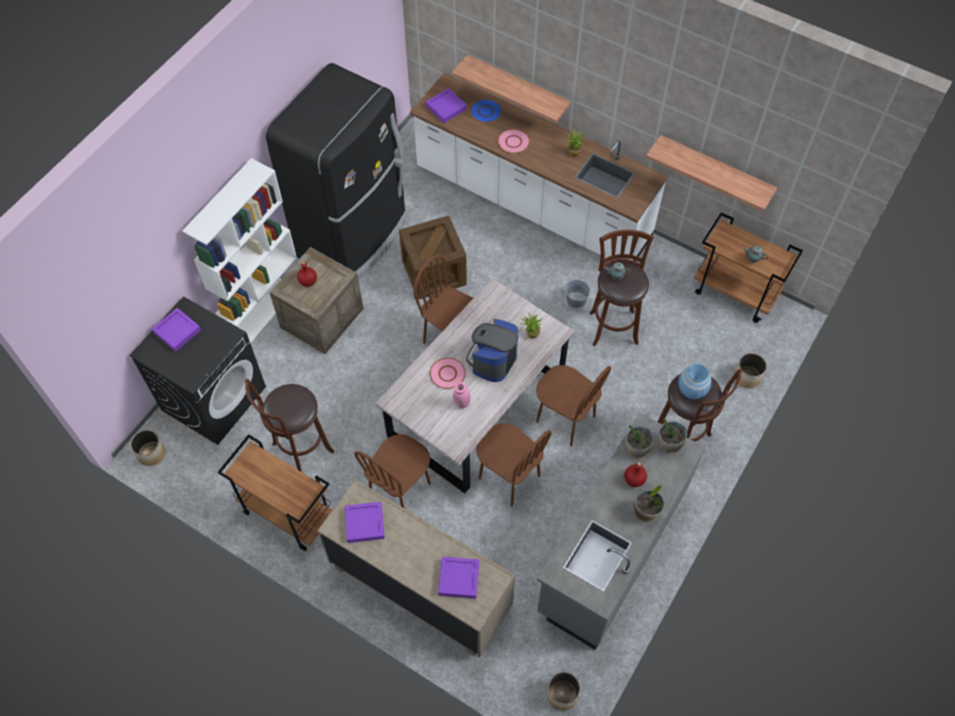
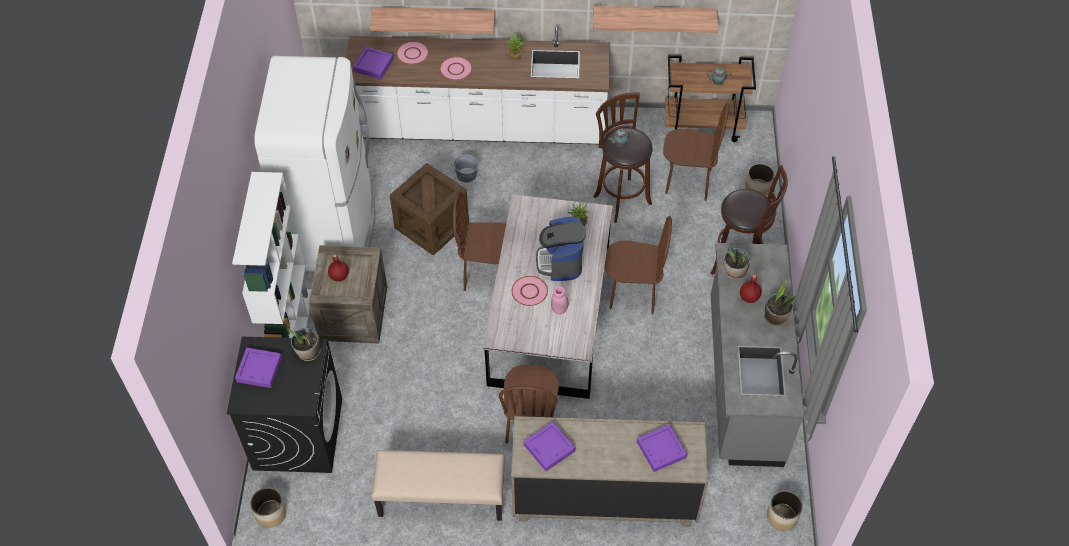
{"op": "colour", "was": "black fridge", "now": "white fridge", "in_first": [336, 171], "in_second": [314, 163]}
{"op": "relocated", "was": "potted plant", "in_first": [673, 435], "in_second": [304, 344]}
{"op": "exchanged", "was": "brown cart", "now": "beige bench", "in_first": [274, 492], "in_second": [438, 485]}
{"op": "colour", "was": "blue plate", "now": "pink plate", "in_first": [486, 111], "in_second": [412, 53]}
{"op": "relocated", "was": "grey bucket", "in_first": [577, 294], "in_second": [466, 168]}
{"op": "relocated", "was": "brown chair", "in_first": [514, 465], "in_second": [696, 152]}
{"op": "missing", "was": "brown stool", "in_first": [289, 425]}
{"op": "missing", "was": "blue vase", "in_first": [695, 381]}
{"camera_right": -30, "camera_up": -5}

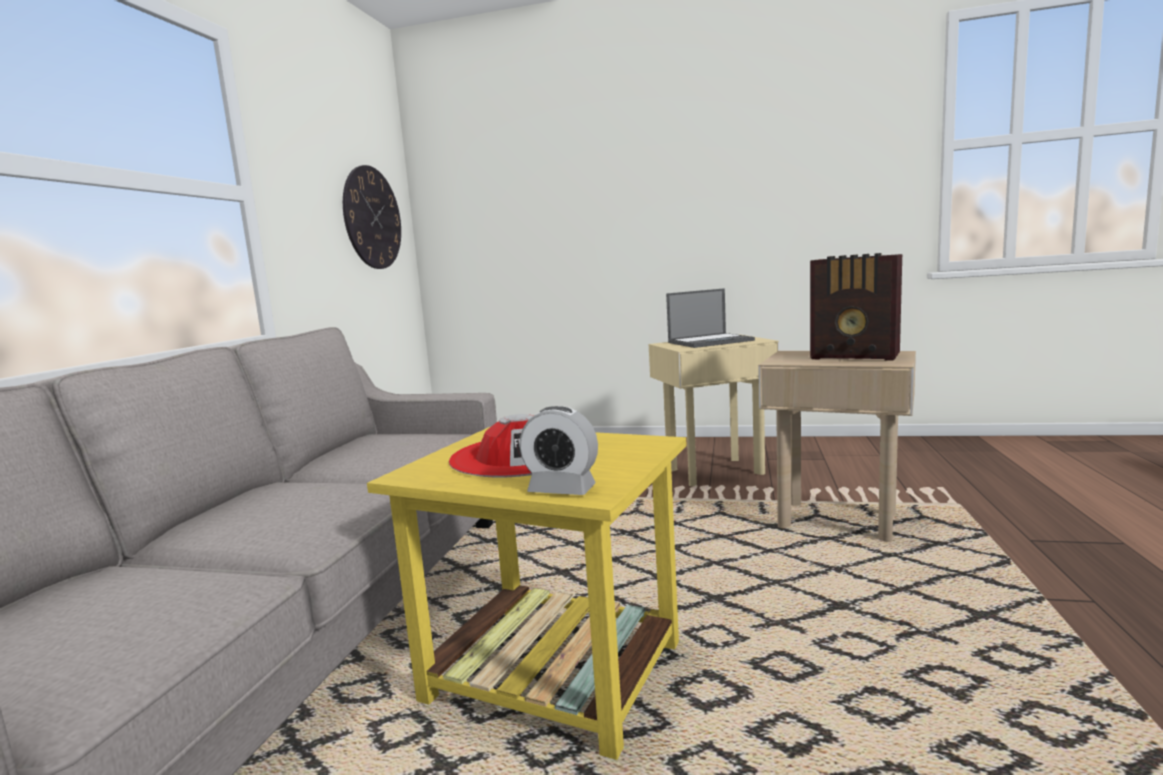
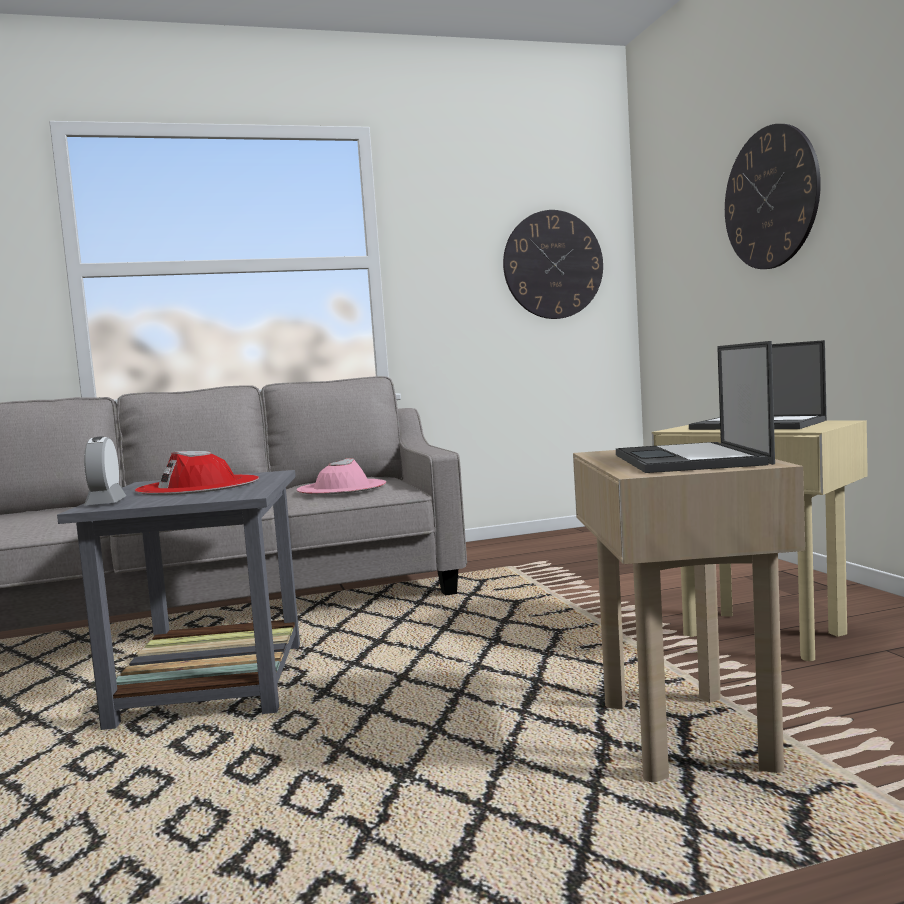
{"op": "colour", "was": "yellow side table", "now": "grey side table", "in_first": [527, 593], "in_second": [178, 600]}
{"op": "appeared", "now": "pink hat", "in_second": [341, 476]}
{"op": "exchanged", "was": "radio", "now": "laptop", "in_first": [856, 307], "in_second": [695, 407]}
{"op": "appeared", "now": "wall clock", "in_second": [773, 196]}
{"camera_right": 60, "camera_up": -5}

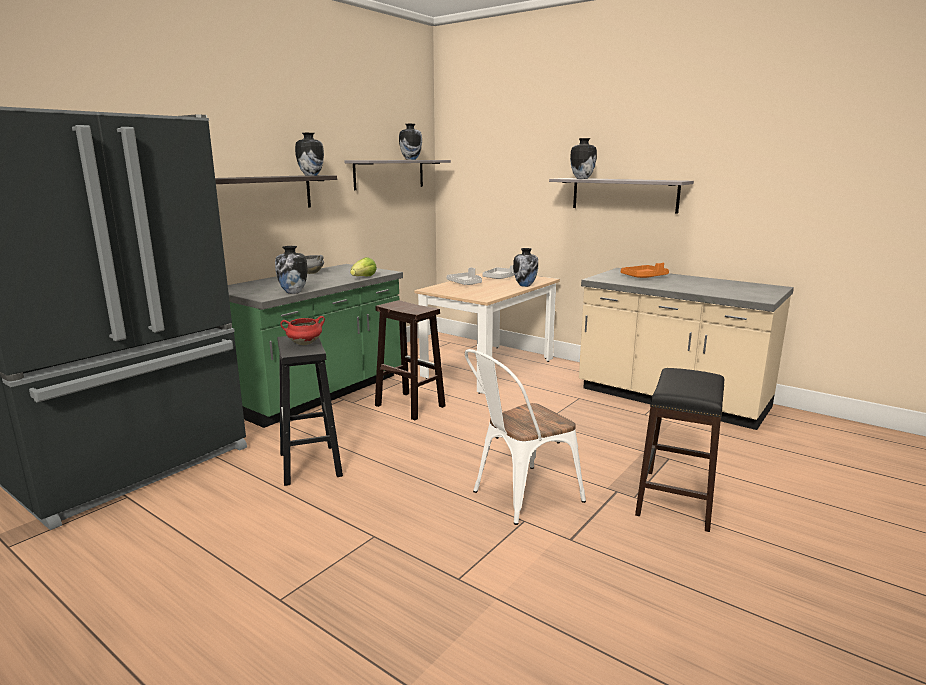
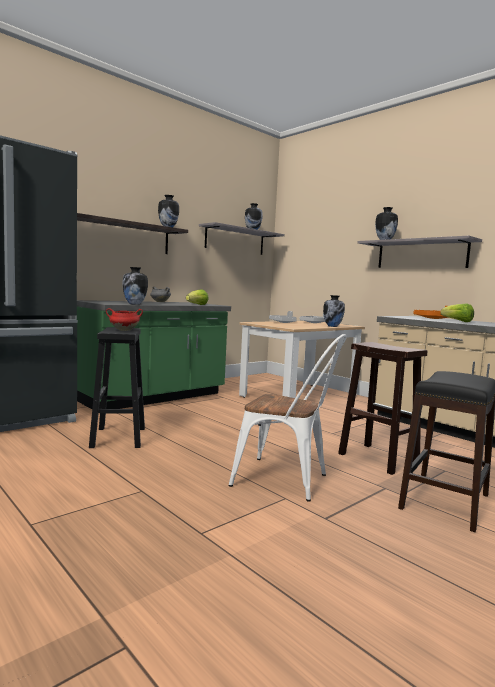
{"op": "spun", "was": "white chair", "in_first": [525, 437], "in_second": [287, 418], "clockwise": -135}
{"op": "relocated", "was": "brown stool", "in_first": [410, 360], "in_second": [382, 408]}
{"op": "appeared", "now": "lettuce", "in_second": [457, 313]}
{"camera_right": 10, "camera_up": -10}

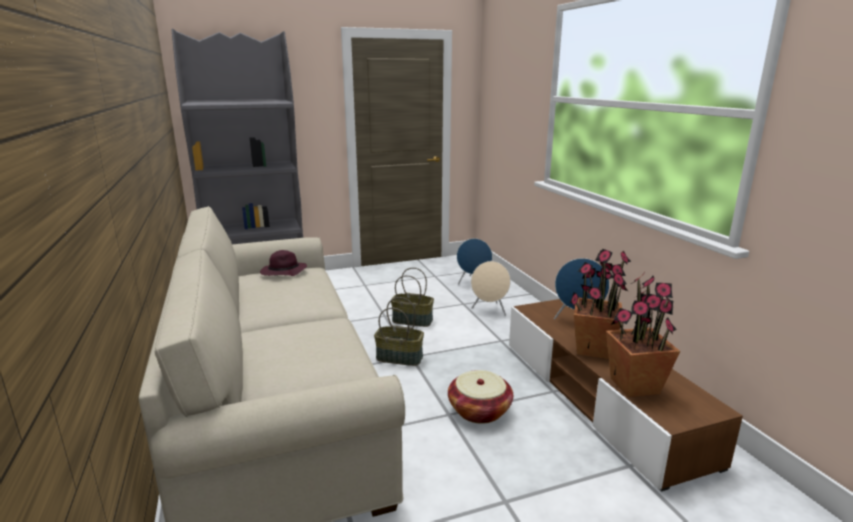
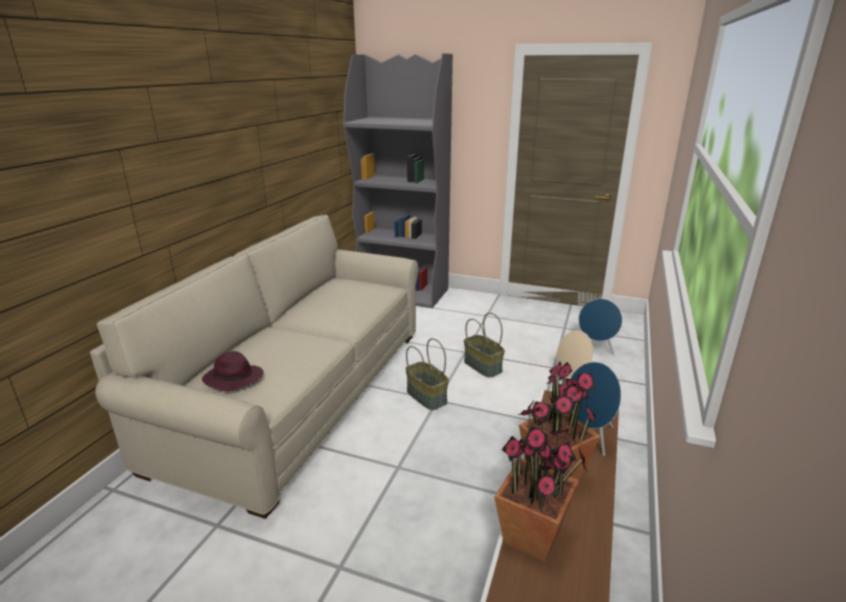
{"op": "relocated", "was": "purple hat", "in_first": [283, 263], "in_second": [233, 371]}
{"op": "missing", "was": "basket", "in_first": [480, 397]}
{"camera_right": 40, "camera_up": 5}

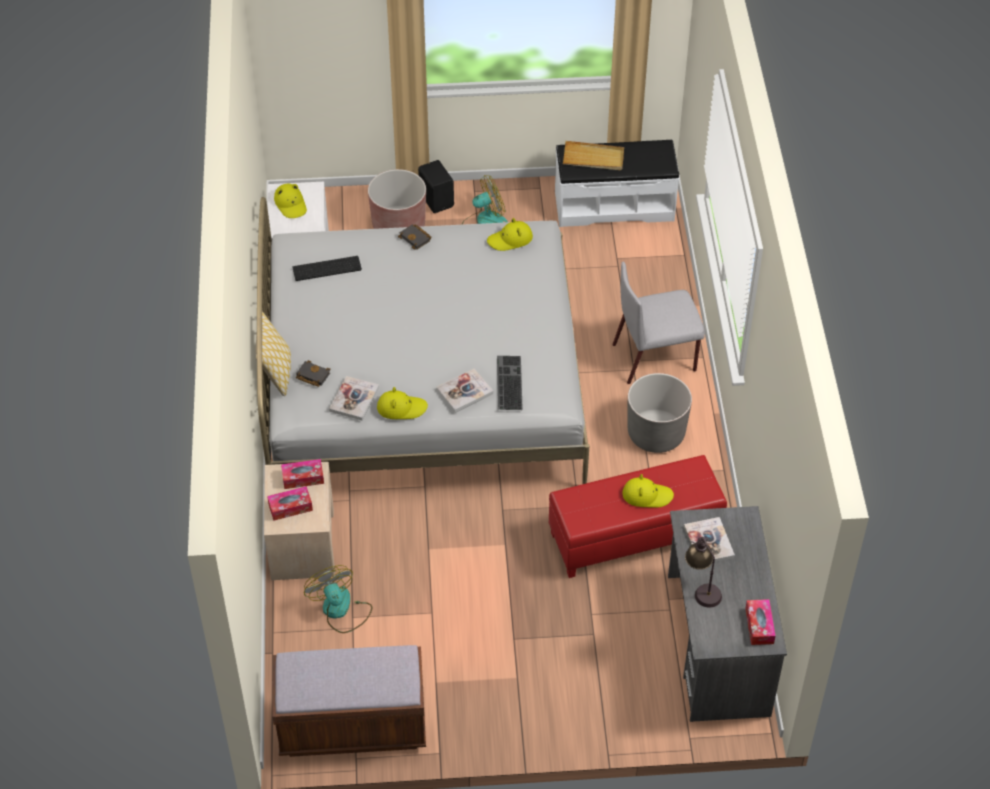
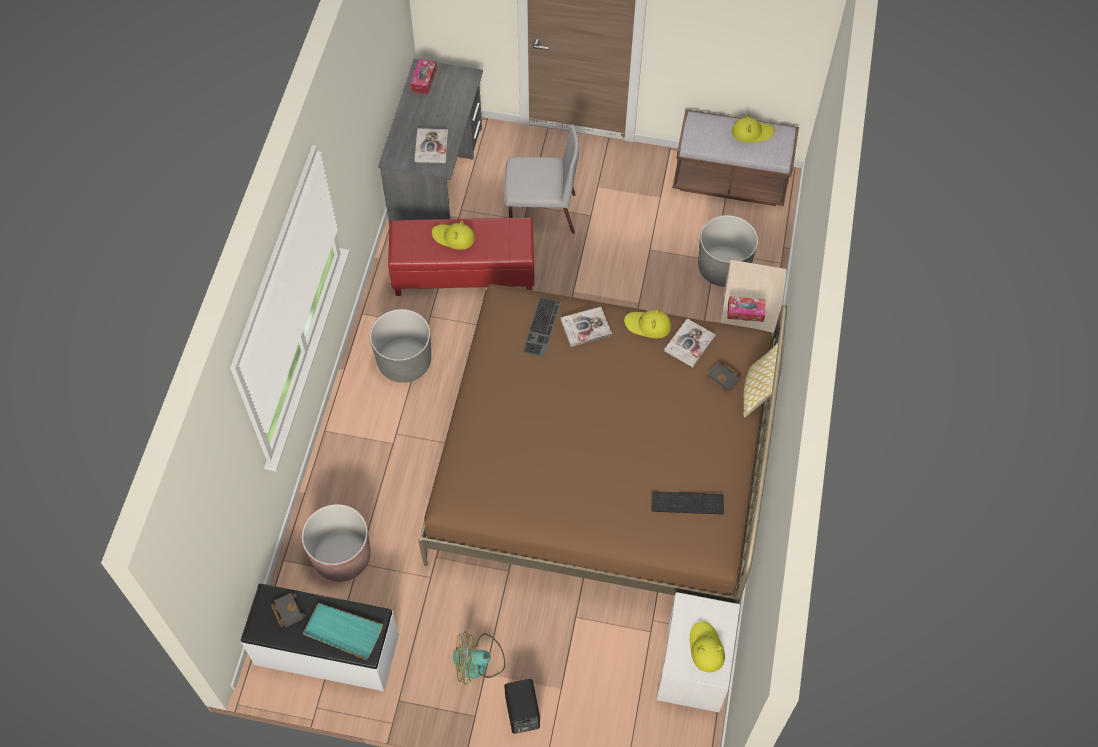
{"op": "relocated", "was": "black book", "in_first": [415, 237], "in_second": [288, 610]}
{"op": "relocated", "was": "brown planter", "in_first": [397, 199], "in_second": [336, 543]}
{"op": "colour", "was": "beige tray", "now": "turquoise tray", "in_first": [593, 155], "in_second": [343, 631]}
{"op": "colour", "was": "white bed", "now": "brown bed", "in_first": [423, 340], "in_second": [602, 444]}
{"op": "relocated", "was": "grey chair", "in_first": [658, 323], "in_second": [541, 179]}
{"op": "exchanged", "was": "fan", "now": "grey planter", "in_first": [338, 599], "in_second": [728, 251]}
{"op": "relocated", "was": "yellow hat", "in_first": [510, 234], "in_second": [753, 128]}
{"op": "missing", "was": "tissue box", "in_first": [290, 503]}
{"op": "missing", "was": "table lamp", "in_first": [703, 572]}
{"camera_right": -165, "camera_up": 10}

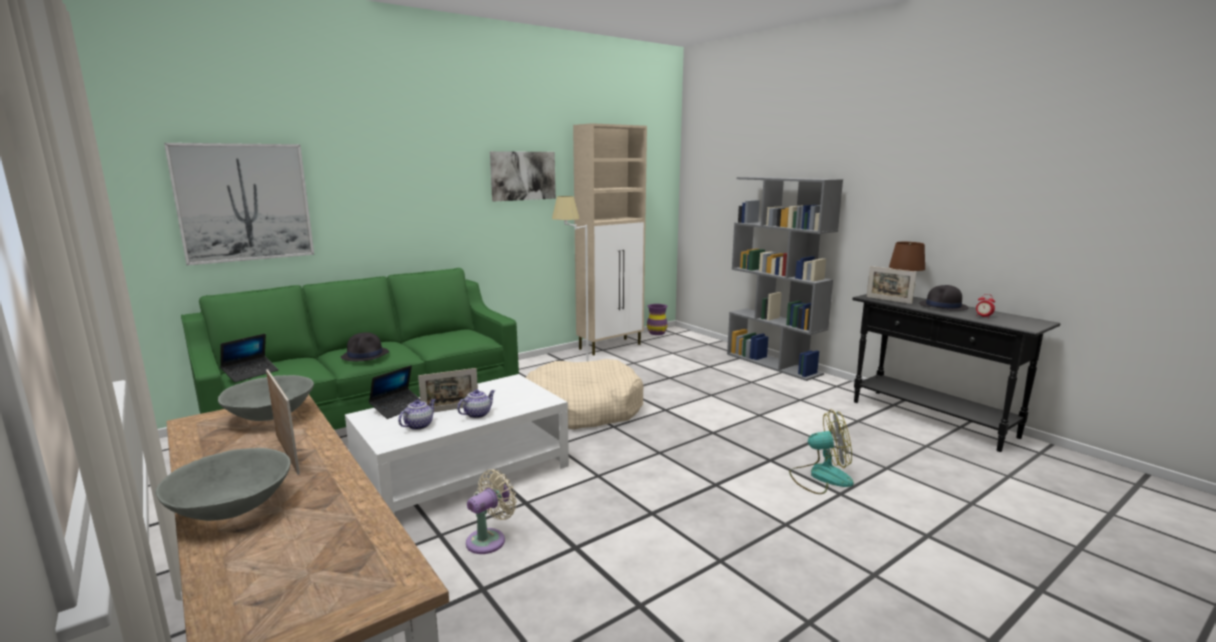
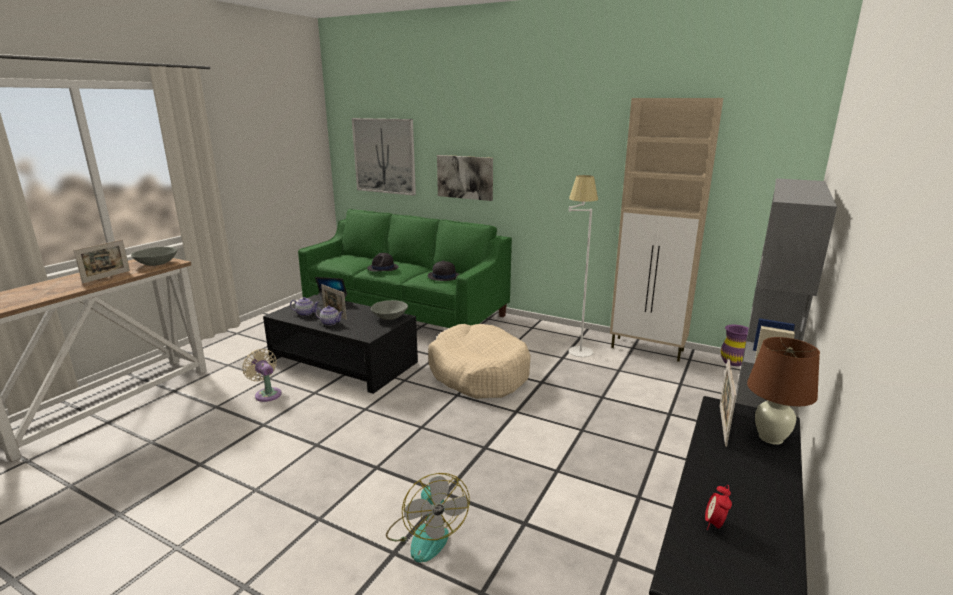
{"op": "spun", "was": "beige fan", "in_first": [491, 511], "in_second": [262, 375], "clockwise": -150}
{"op": "colour", "was": "white coffee table", "now": "black coffee table", "in_first": [457, 444], "in_second": [340, 344]}
{"op": "relocated", "was": "grey bowl", "in_first": [223, 484], "in_second": [389, 310]}
{"op": "relocated", "was": "black hat", "in_first": [944, 298], "in_second": [444, 271]}
{"op": "relocated", "was": "picture", "in_first": [523, 176], "in_second": [465, 178]}
{"op": "missing", "was": "laptop", "in_first": [249, 358]}
{"camera_right": 65, "camera_up": 5}

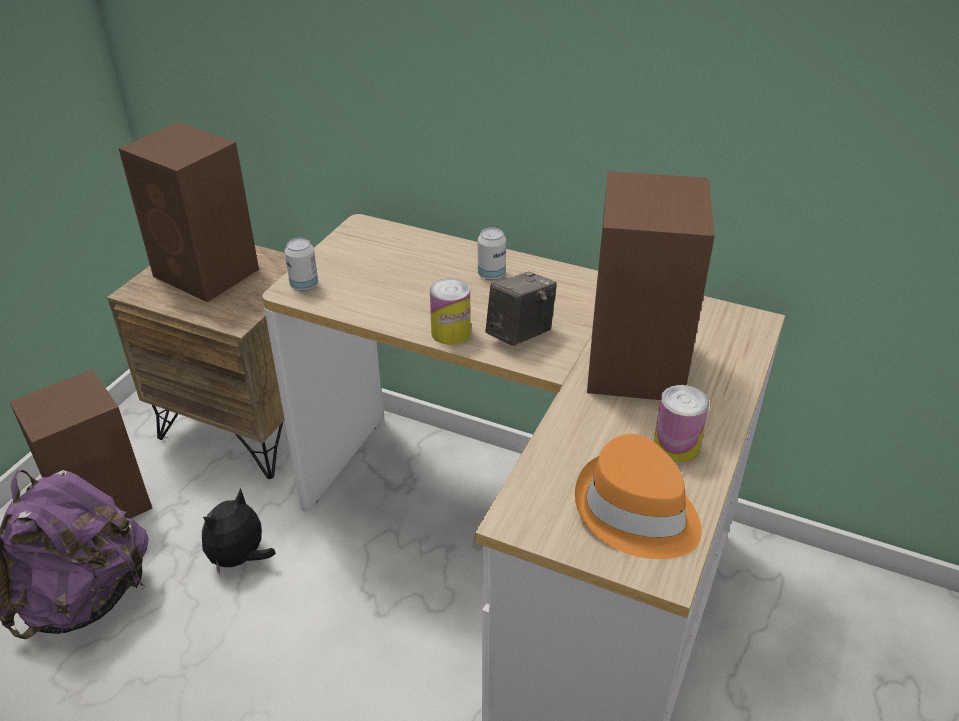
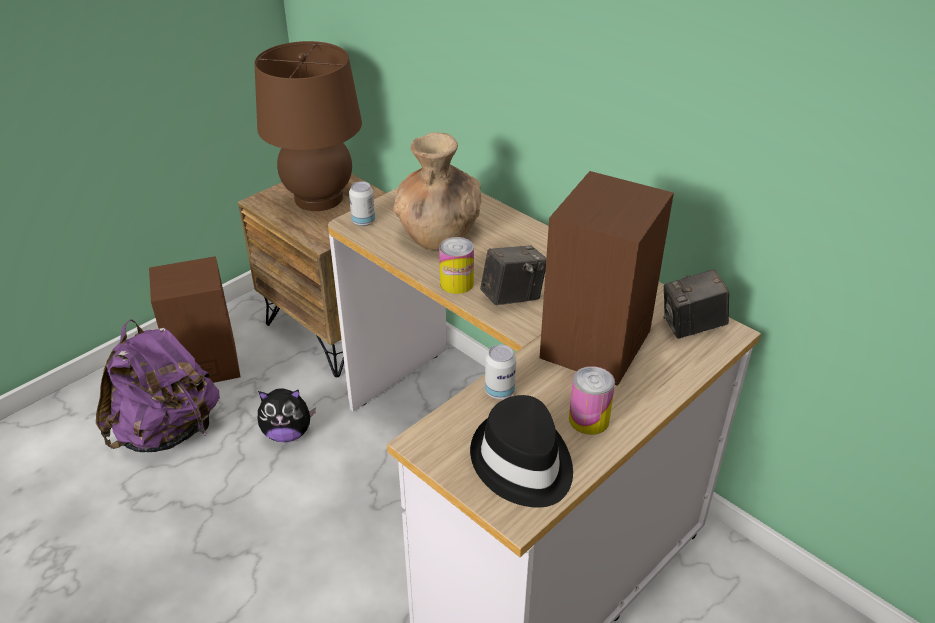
{"op": "exchanged", "was": "brown speaker", "now": "brown table lamp", "in_first": [188, 212], "in_second": [308, 126]}
{"op": "spun", "was": "plush toy", "in_first": [239, 531], "in_second": [287, 415], "clockwise": -150}
{"op": "appeared", "now": "brown vase", "in_second": [437, 191]}
{"op": "colour", "was": "orange hat", "now": "black hat", "in_first": [638, 496], "in_second": [521, 451]}
{"op": "relocated", "was": "can", "in_first": [492, 253], "in_second": [500, 372]}
{"op": "appeared", "now": "photo camera", "in_second": [696, 304]}
{"camera_right": 20, "camera_up": 0}

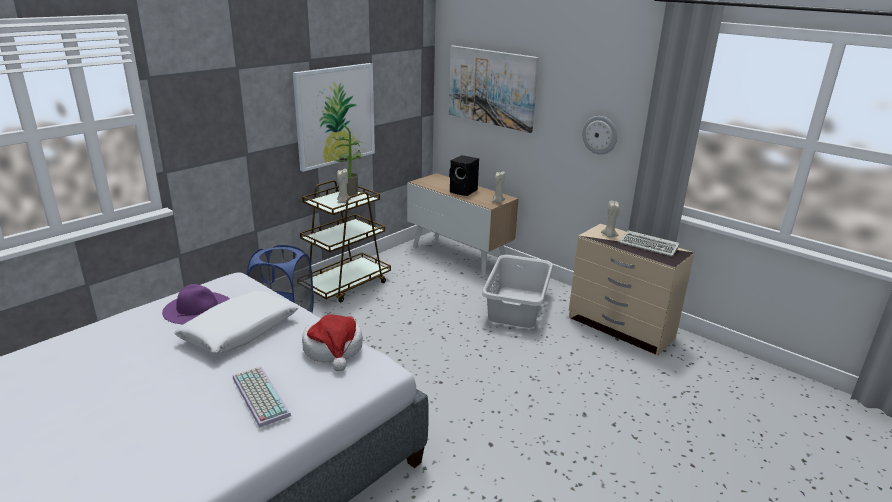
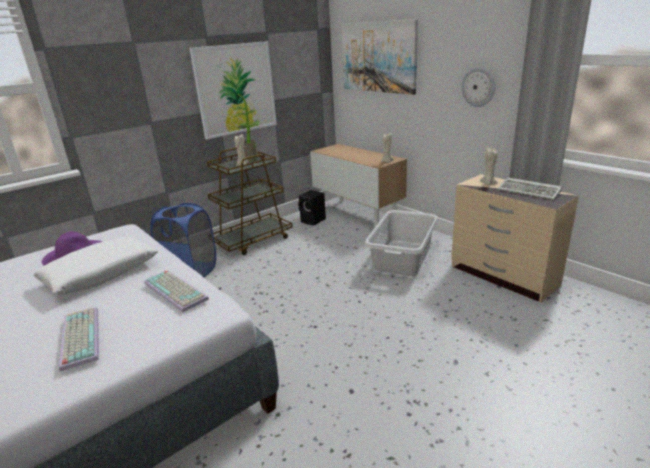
{"op": "exchanged", "was": "hat", "now": "keyboard", "in_first": [332, 342], "in_second": [176, 291]}
{"op": "relocated", "was": "black speaker", "in_first": [464, 175], "in_second": [312, 207]}
{"camera_right": 10, "camera_up": 0}

